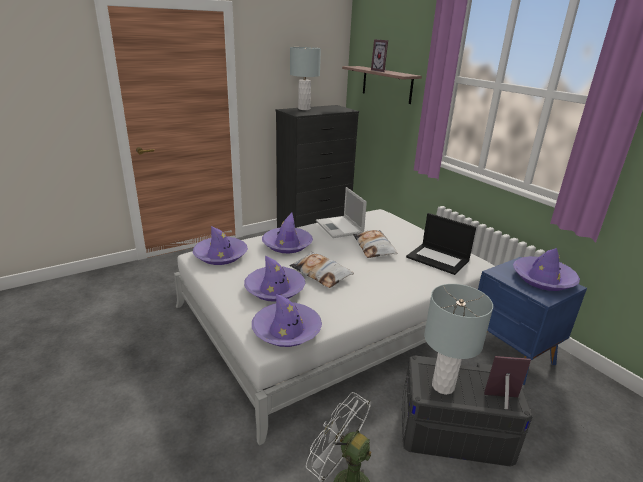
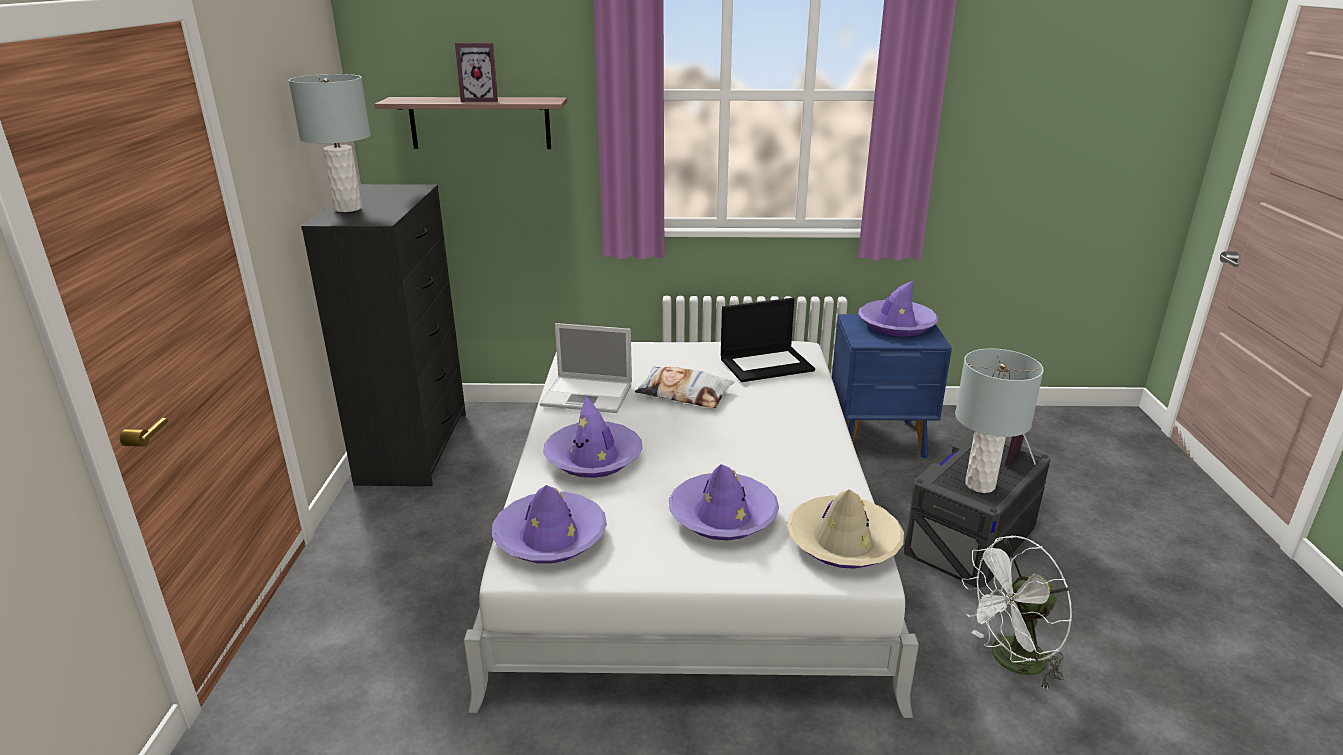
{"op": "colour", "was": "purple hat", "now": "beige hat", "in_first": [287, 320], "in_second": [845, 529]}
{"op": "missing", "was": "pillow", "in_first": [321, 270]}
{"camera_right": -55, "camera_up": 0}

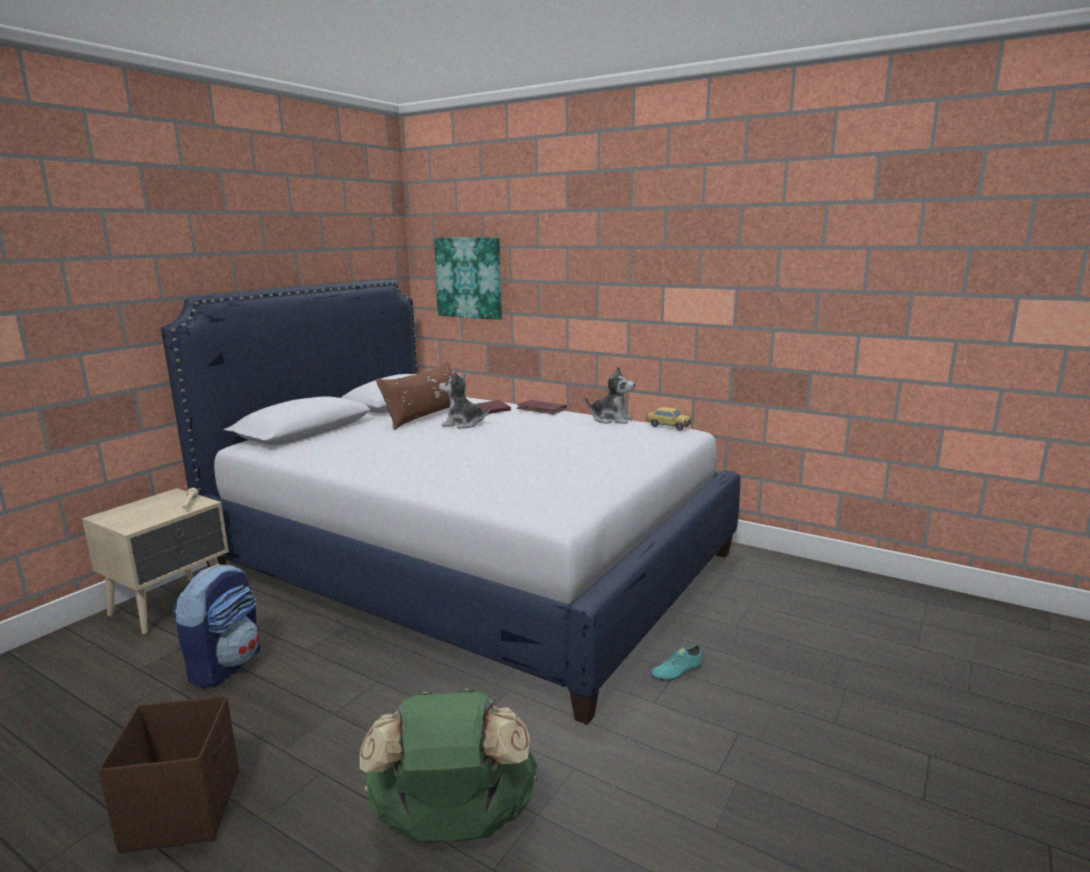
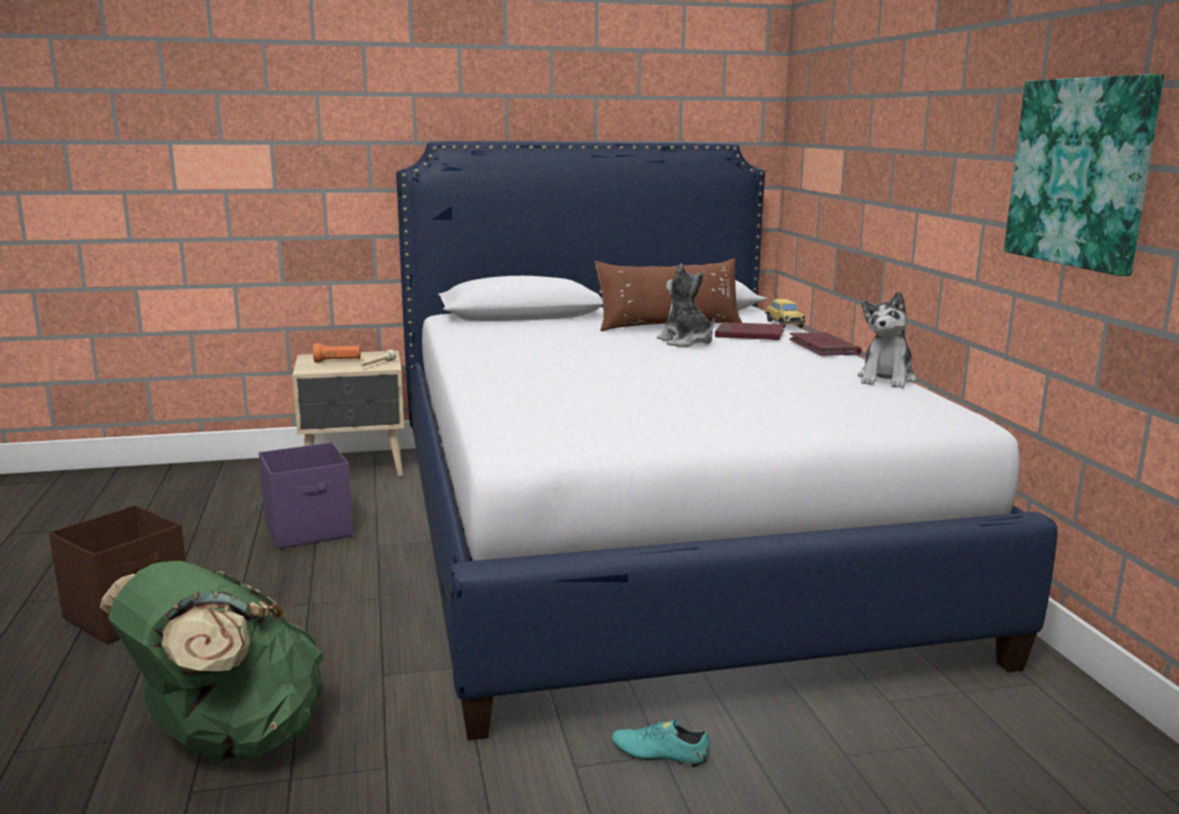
{"op": "exchanged", "was": "backpack", "now": "purple storage box", "in_first": [216, 626], "in_second": [306, 495]}
{"op": "appeared", "now": "orange flashlight", "in_second": [337, 353]}
{"op": "relocated", "was": "toy car", "in_first": [668, 419], "in_second": [785, 313]}
{"op": "spun", "was": "plush toy", "in_first": [610, 395], "in_second": [887, 339], "clockwise": 45}
{"op": "relocated", "was": "picture", "in_first": [468, 278], "in_second": [1084, 175]}
{"camera_right": 45, "camera_up": 0}

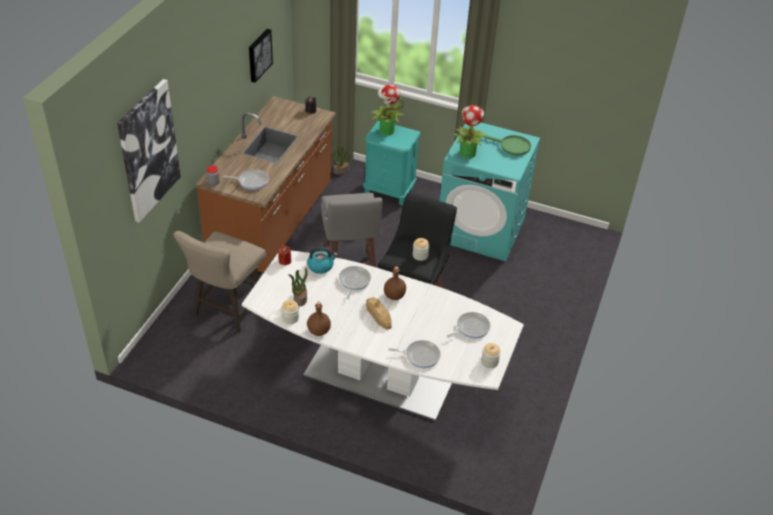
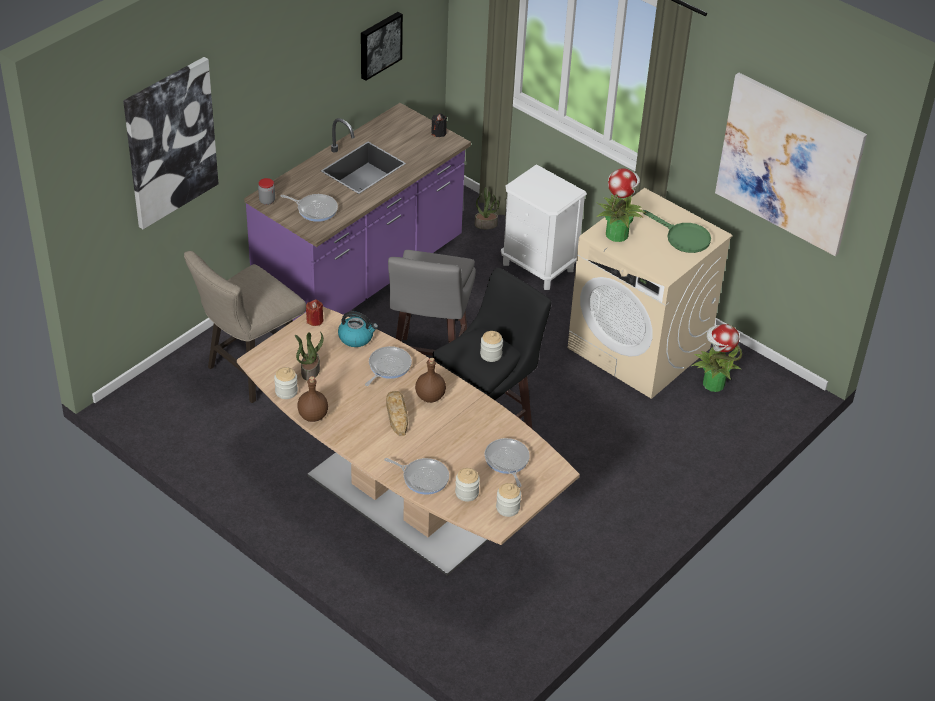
{"op": "colour", "was": "white dining table", "now": "brown dining table", "in_first": [383, 335], "in_second": [408, 441]}
{"op": "colour", "was": "brown counter", "now": "purple counter", "in_first": [266, 187], "in_second": [357, 214]}
{"op": "appeared", "now": "jar", "in_second": [467, 484]}
{"op": "spun", "was": "frying pan", "in_first": [468, 325], "in_second": [507, 462], "clockwise": -90}
{"op": "colour", "was": "turquoise nightstand", "now": "white nightstand", "in_first": [392, 163], "in_second": [544, 227]}
{"op": "colour", "was": "turquoise washing machine", "now": "beige washing machine", "in_first": [490, 192], "in_second": [650, 293]}
{"op": "relocated", "was": "potted plant", "in_first": [387, 110], "in_second": [717, 358]}
{"op": "appeared", "now": "picture", "in_second": [791, 164]}
{"camera_right": 20, "camera_up": 0}

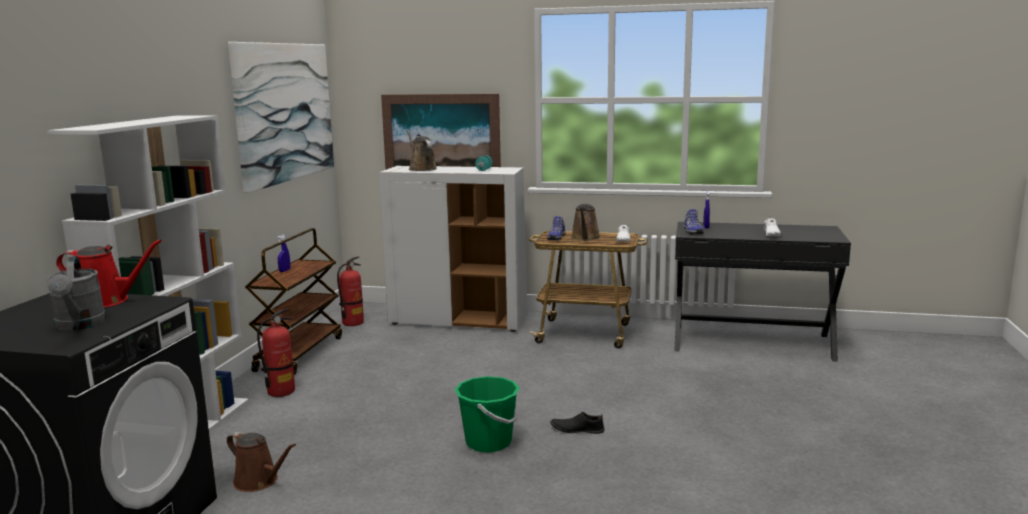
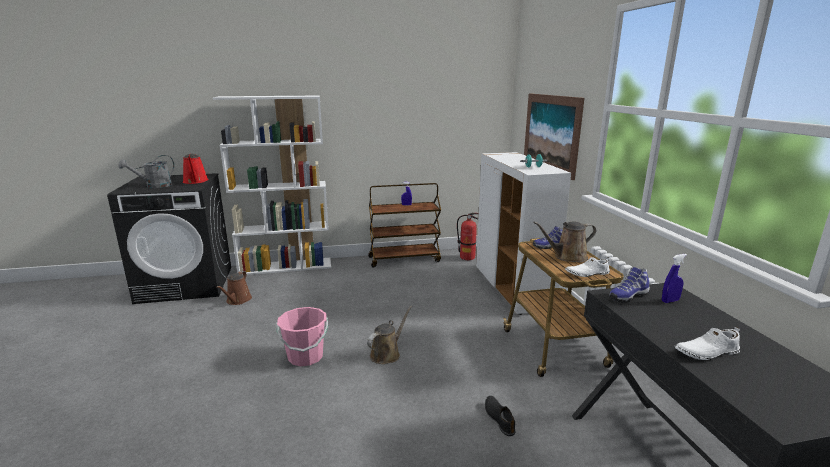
{"op": "colour", "was": "green bucket", "now": "pink bucket", "in_first": [487, 414], "in_second": [302, 336]}
{"op": "relocated", "was": "brown watering can", "in_first": [422, 150], "in_second": [389, 335]}
{"op": "relocated", "was": "black shoe", "in_first": [577, 423], "in_second": [500, 416]}
{"op": "missing", "was": "picture", "in_first": [281, 117]}
{"op": "missing", "was": "fire extinguisher", "in_first": [276, 353]}
{"camera_right": 65, "camera_up": 5}

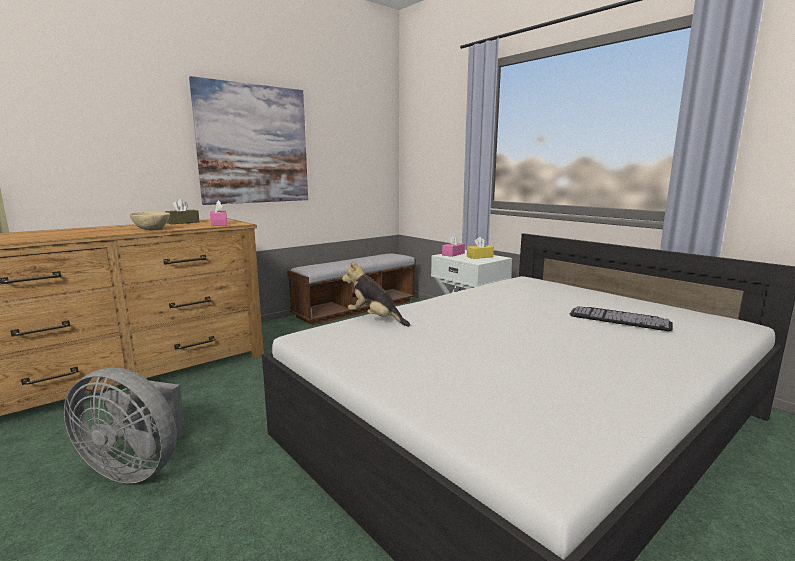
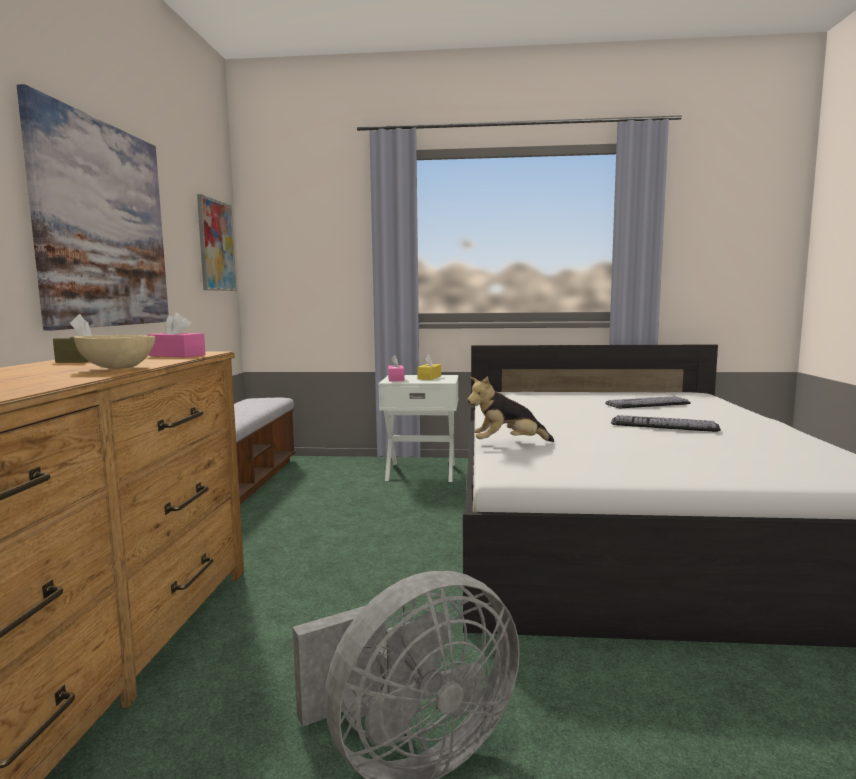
{"op": "appeared", "now": "picture", "in_second": [216, 242]}
{"op": "appeared", "now": "keyboard", "in_second": [666, 423]}
{"camera_right": -45, "camera_up": -5}

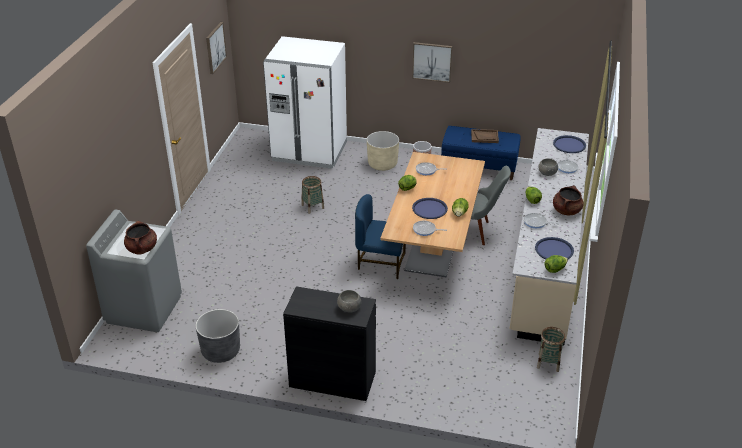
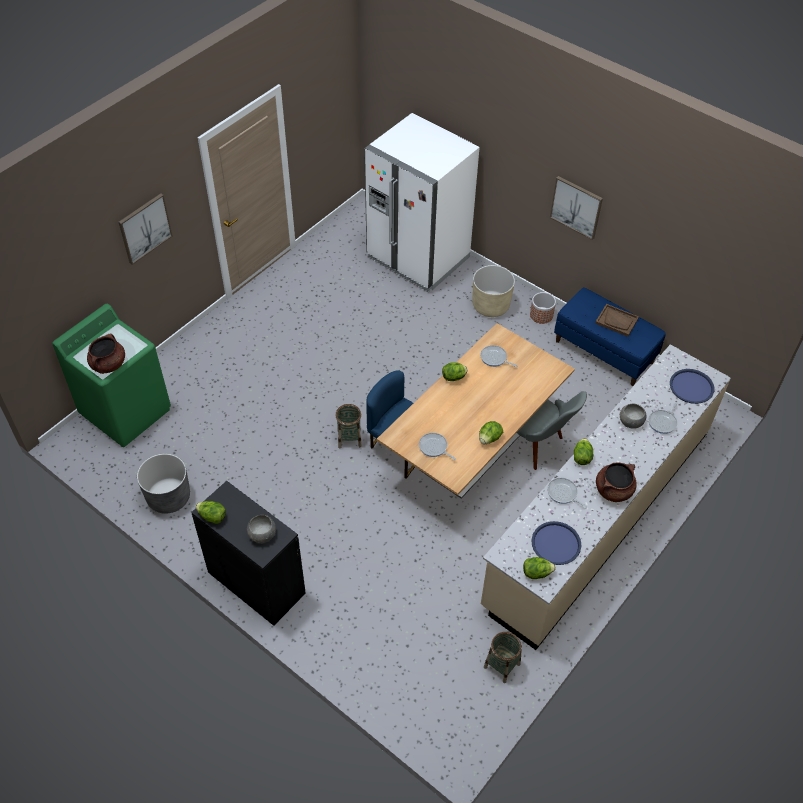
{"op": "colour", "was": "grey washing machine", "now": "green washing machine", "in_first": [134, 271], "in_second": [111, 375]}
{"op": "relocated", "was": "picture", "in_first": [216, 48], "in_second": [146, 229]}
{"op": "appeared", "now": "lettuce", "in_second": [210, 512]}
{"op": "relocated", "was": "basket", "in_first": [312, 195], "in_second": [348, 426]}
{"op": "missing", "was": "blue tray", "in_first": [430, 208]}
{"camera_right": 25, "camera_up": 15}

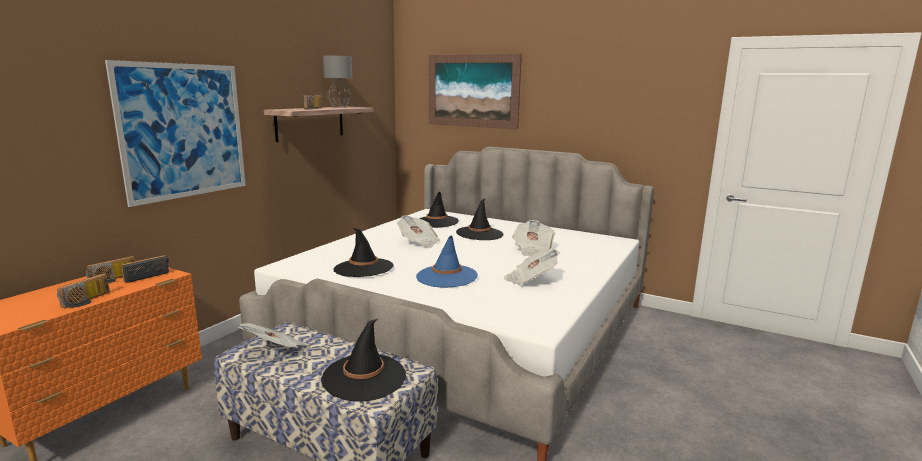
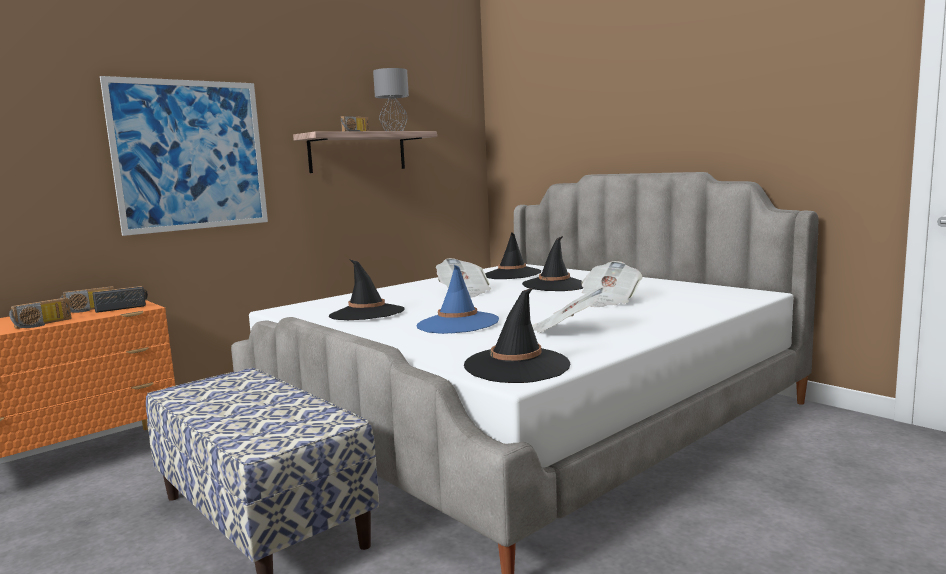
{"op": "relocated", "was": "black hat", "in_first": [363, 360], "in_second": [517, 335]}
{"op": "missing", "was": "newspaper", "in_first": [274, 335]}
{"op": "missing", "was": "picture", "in_first": [475, 91]}
{"camera_right": 20, "camera_up": -5}

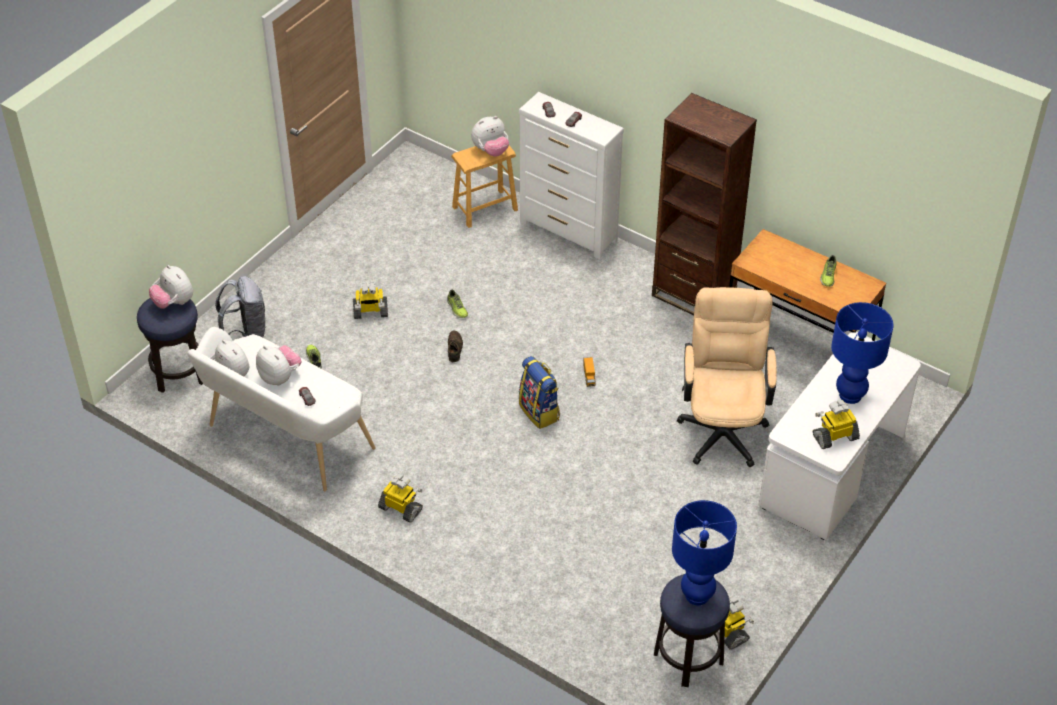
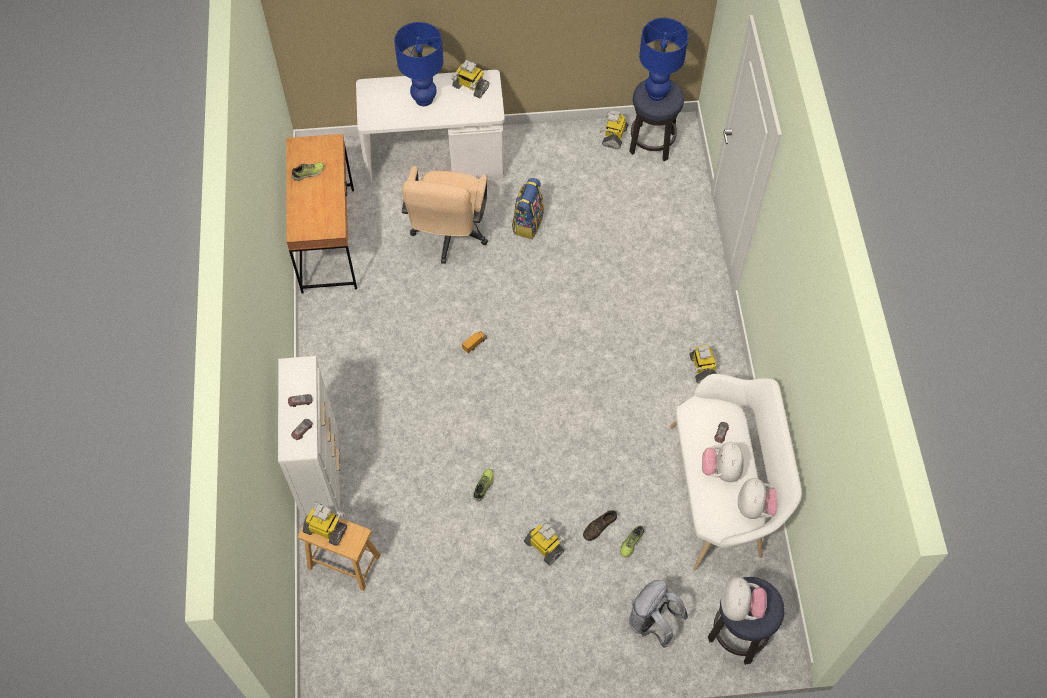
{"op": "exchanged", "was": "plush toy", "now": "toy robot", "in_first": [490, 136], "in_second": [324, 523]}
{"op": "spun", "was": "beige office chair", "in_first": [727, 377], "in_second": [445, 215], "clockwise": -45}
{"op": "relocated", "was": "backpack", "in_first": [539, 392], "in_second": [528, 208]}
{"op": "relocated", "was": "brown shoe", "in_first": [455, 346], "in_second": [600, 525]}
{"op": "missing", "was": "brown bookcase", "in_first": [704, 204]}
{"camera_right": -130, "camera_up": 15}

